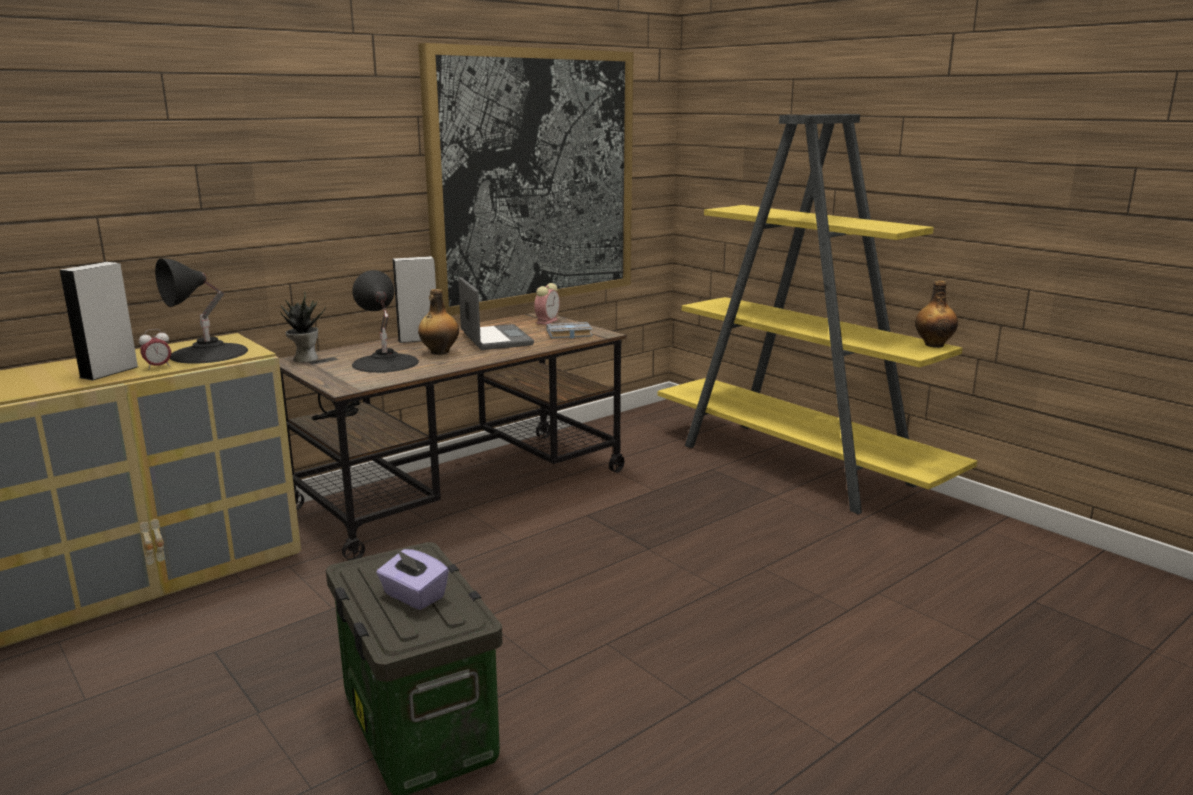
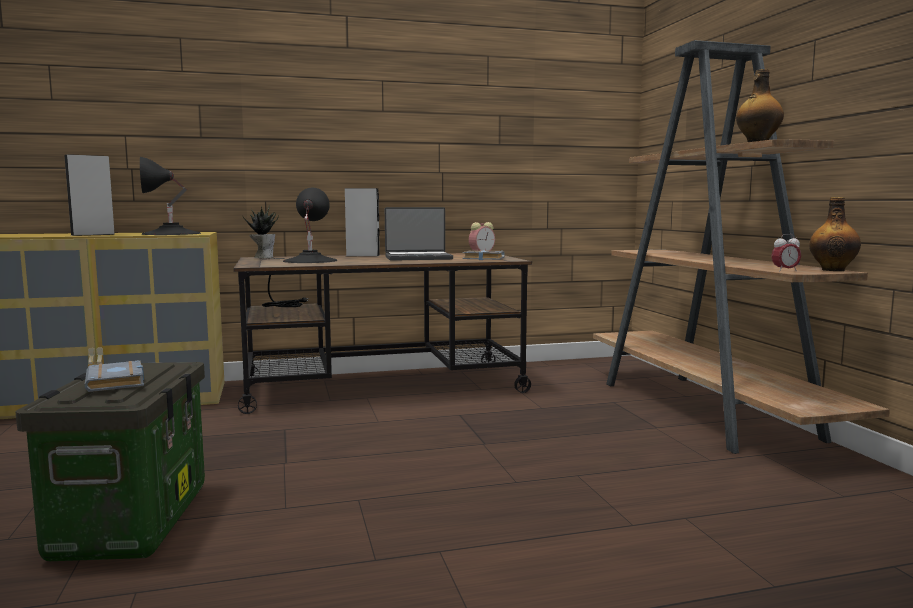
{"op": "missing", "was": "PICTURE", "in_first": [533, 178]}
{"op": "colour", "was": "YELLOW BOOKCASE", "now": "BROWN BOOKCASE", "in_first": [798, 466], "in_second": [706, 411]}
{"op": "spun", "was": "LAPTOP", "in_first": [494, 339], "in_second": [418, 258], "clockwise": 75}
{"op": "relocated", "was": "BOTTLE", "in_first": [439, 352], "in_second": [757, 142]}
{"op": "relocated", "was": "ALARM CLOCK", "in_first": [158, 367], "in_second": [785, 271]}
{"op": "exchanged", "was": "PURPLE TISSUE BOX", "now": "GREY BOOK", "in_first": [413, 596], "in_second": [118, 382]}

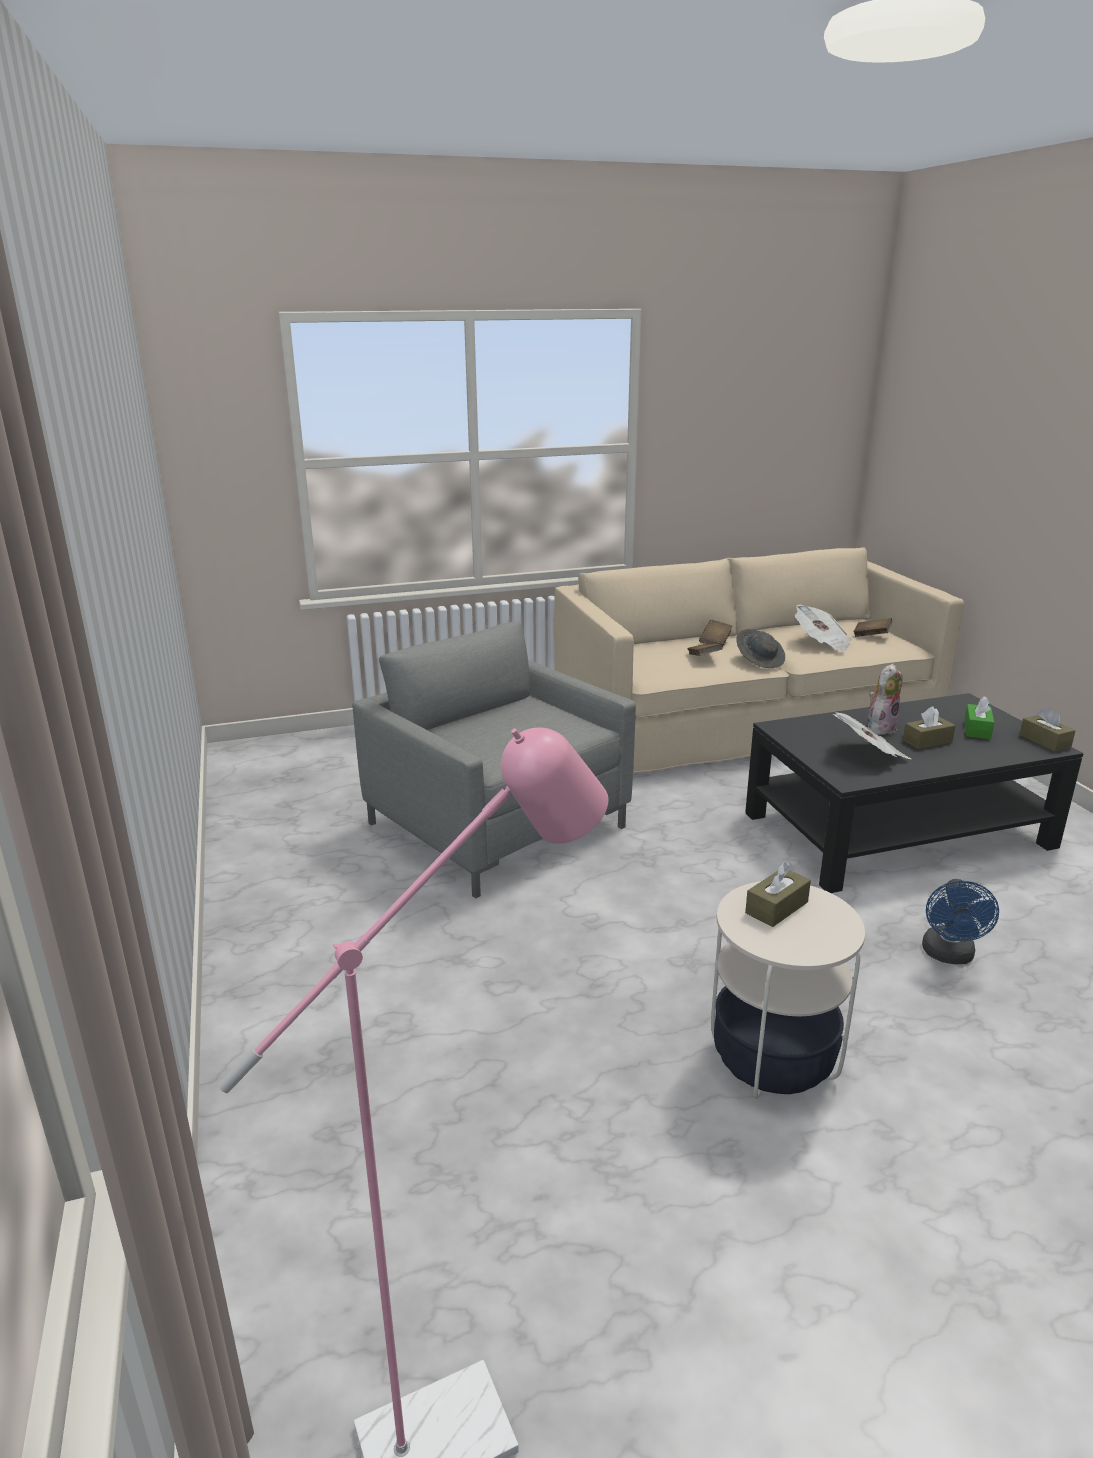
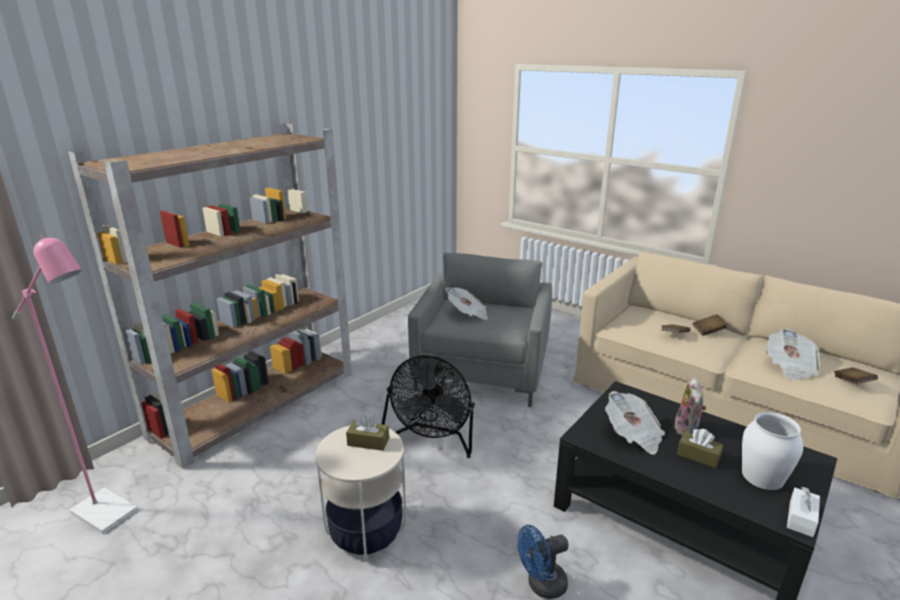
{"op": "missing", "was": "GREY HAT", "in_first": [760, 661]}
{"op": "spun", "was": "PLUSH TOY", "in_first": [880, 728], "in_second": [687, 430], "clockwise": 90}
{"op": "exchanged", "was": "GREEN TISSUE BOX", "now": "WHITE VASE", "in_first": [977, 729], "in_second": [762, 476]}
{"op": "colour", "was": "BROWN TISSUE BOX", "now": "WHITE TISSUE BOX", "in_first": [1044, 741], "in_second": [801, 518]}
{"op": "appeared", "now": "BROWN BOOKCASE", "in_second": [257, 403]}
{"op": "appeared", "now": "NEWSPAPER", "in_second": [468, 314]}
{"op": "appeared", "now": "BLACK FAN", "in_second": [430, 436]}

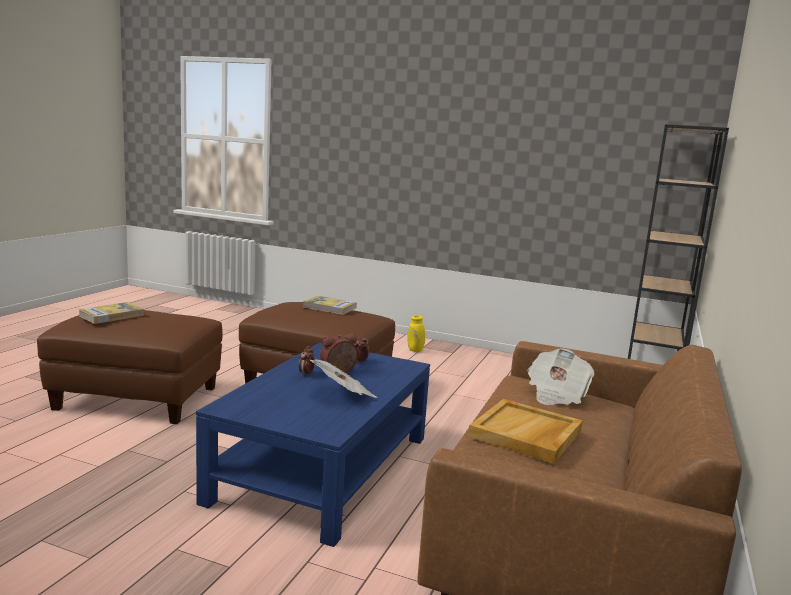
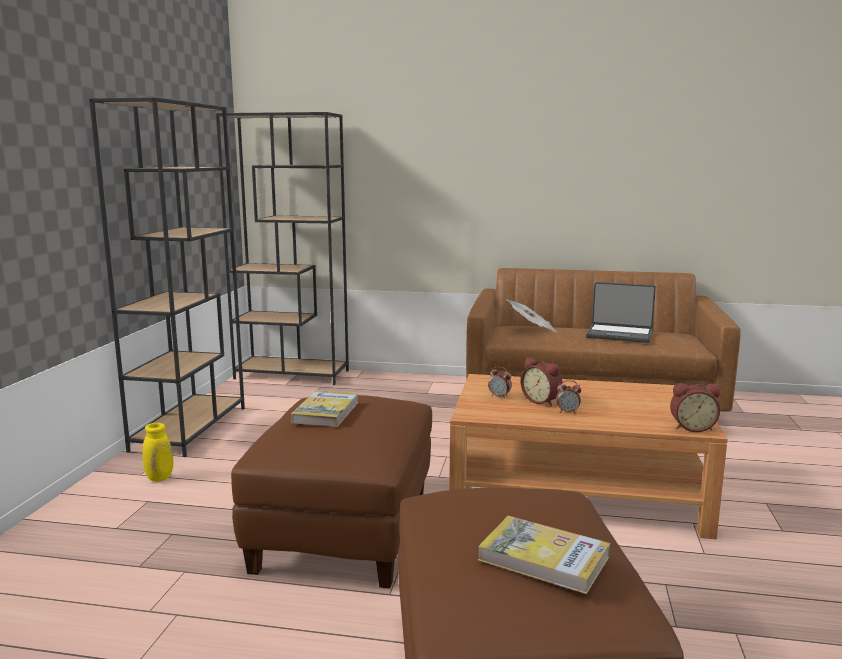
{"op": "colour", "was": "BLUE COFFEE TABLE", "now": "BROWN COFFEE TABLE", "in_first": [323, 469], "in_second": [578, 491]}
{"op": "missing", "was": "NEWSPAPER", "in_first": [343, 395]}
{"op": "exchanged", "was": "BEIGE TRAY", "now": "LAPTOP", "in_first": [526, 434], "in_second": [619, 334]}
{"op": "appeared", "now": "BOOKCASE", "in_second": [189, 428]}
{"op": "appeared", "now": "ALARM CLOCK", "in_second": [691, 427]}

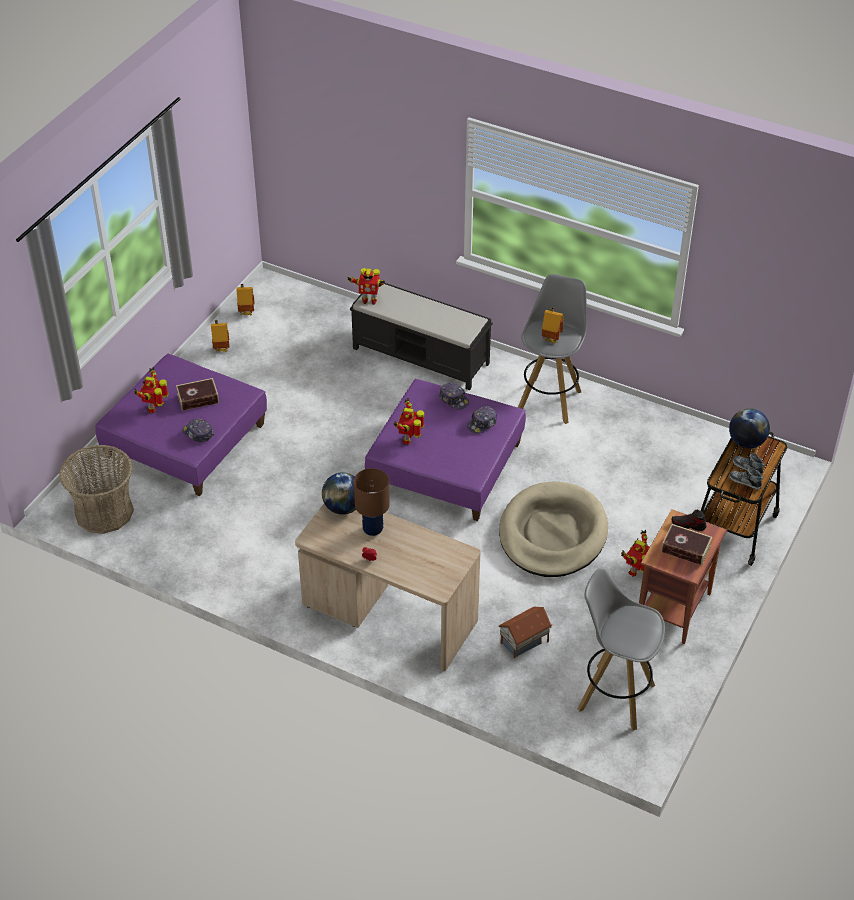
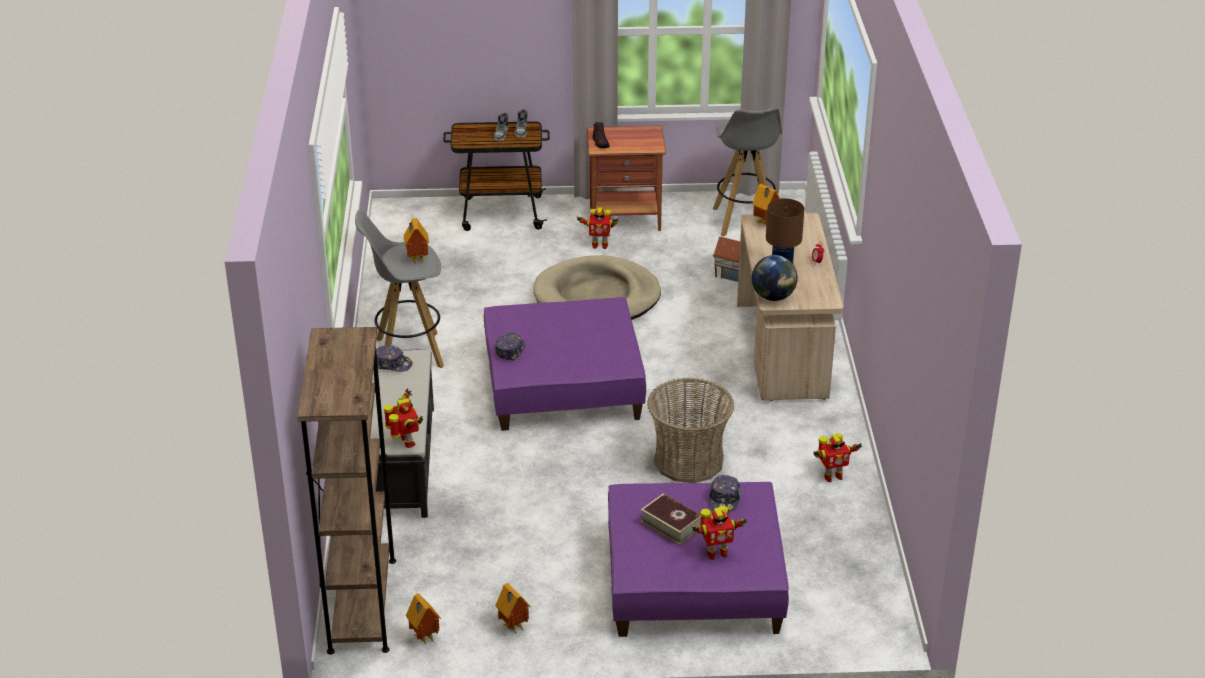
{"op": "relocated", "was": "TOY ROBOT", "in_first": [409, 439], "in_second": [832, 476]}
{"op": "relocated", "was": "CAP", "in_first": [482, 423], "in_second": [392, 364]}
{"op": "missing", "was": "GLOBE", "in_first": [746, 442]}
{"op": "relocated", "was": "BASKET", "in_first": [104, 512], "in_second": [688, 461]}
{"op": "missing", "was": "BOOK", "in_first": [685, 549]}
{"op": "appeared", "now": "TOY HOUSE", "in_second": [764, 223]}
{"op": "appeared", "now": "BROWN BOOKCASE", "in_second": [362, 605]}

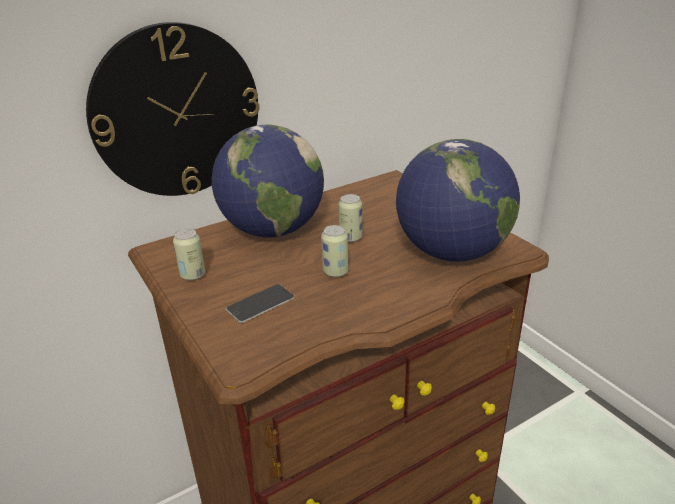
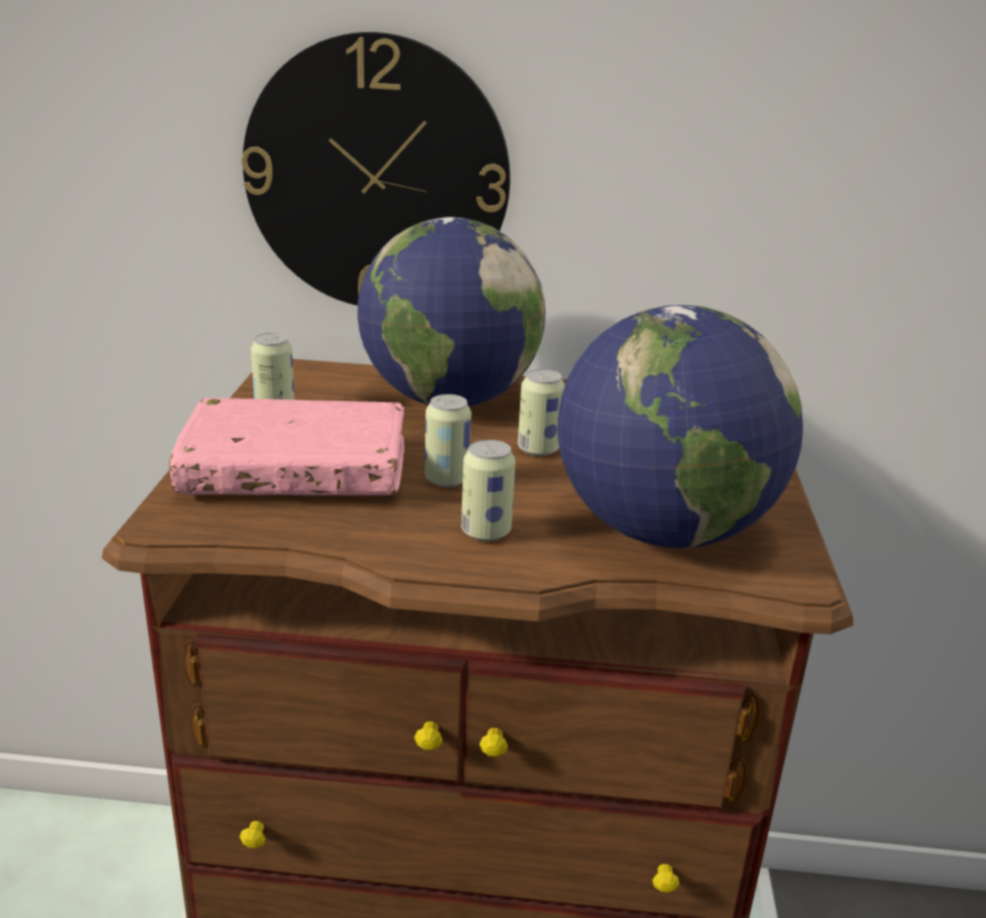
{"op": "exchanged", "was": "PHONE", "now": "PINK BOOK", "in_first": [260, 303], "in_second": [295, 471]}
{"op": "appeared", "now": "CAN", "in_second": [486, 532]}

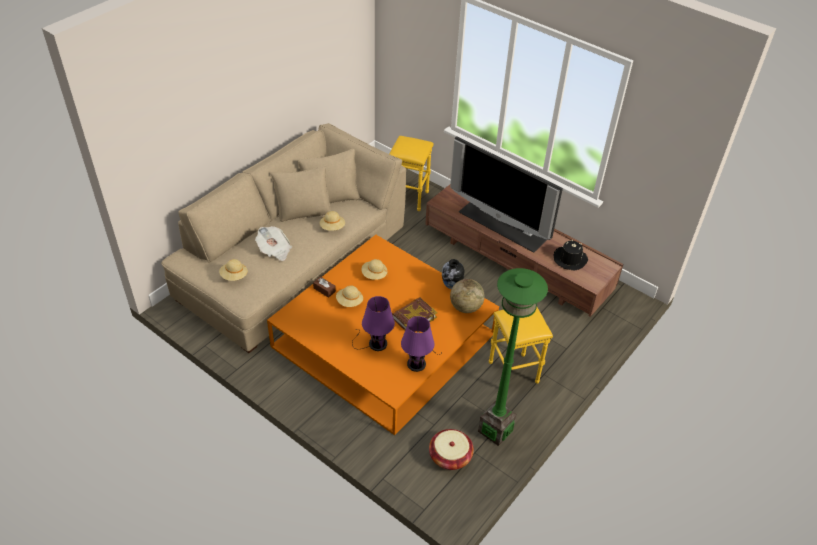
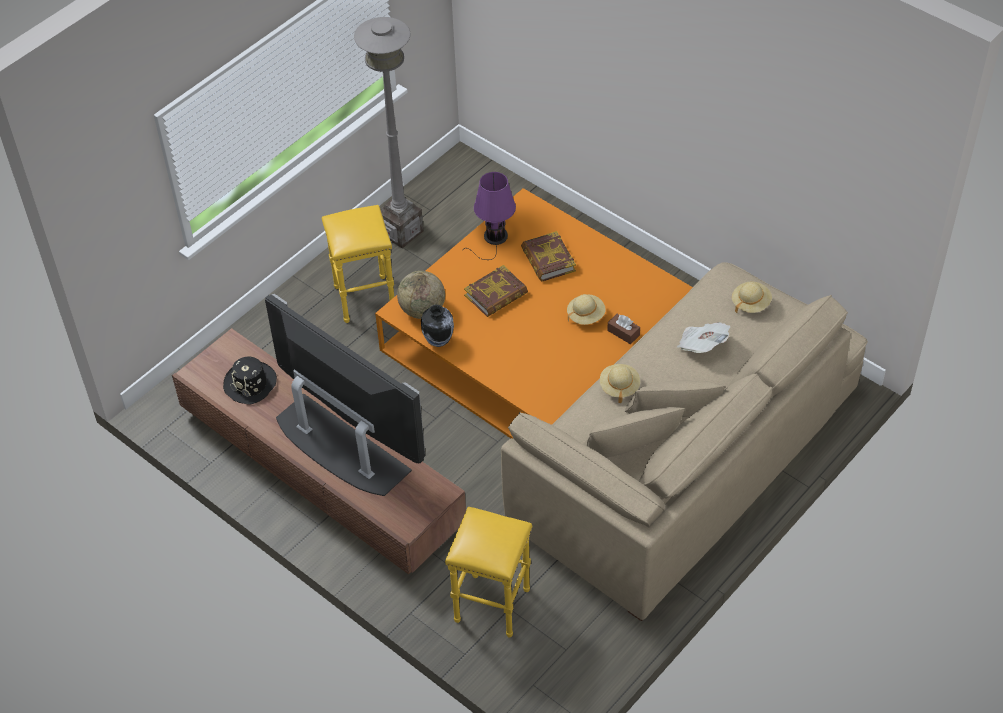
{"op": "missing", "was": "BEIGE HAT", "in_first": [374, 275]}
{"op": "colour", "was": "GREEN FLOOR LAMP", "now": "GREY FLOOR LAMP", "in_first": [495, 430], "in_second": [401, 232]}
{"op": "exchanged", "was": "PURPLE TABLE LAMP", "now": "BOOK", "in_first": [375, 343], "in_second": [548, 260]}
{"op": "missing", "was": "BASKET", "in_first": [450, 456]}

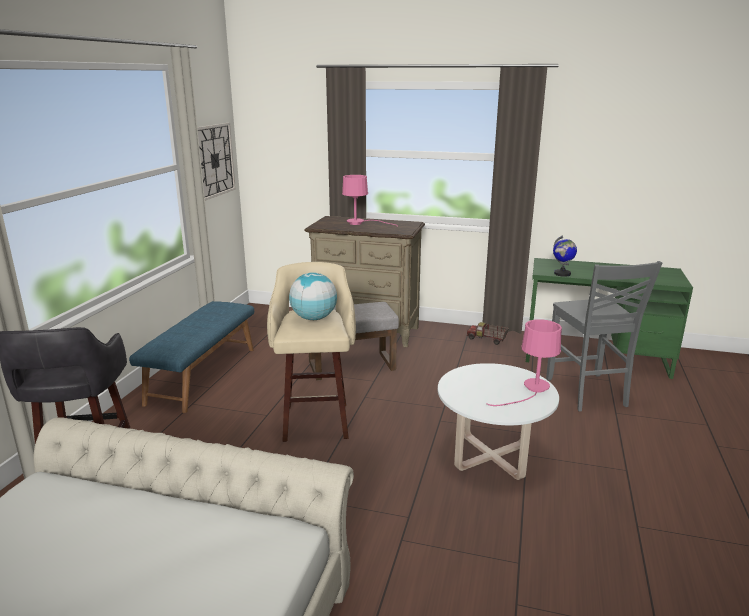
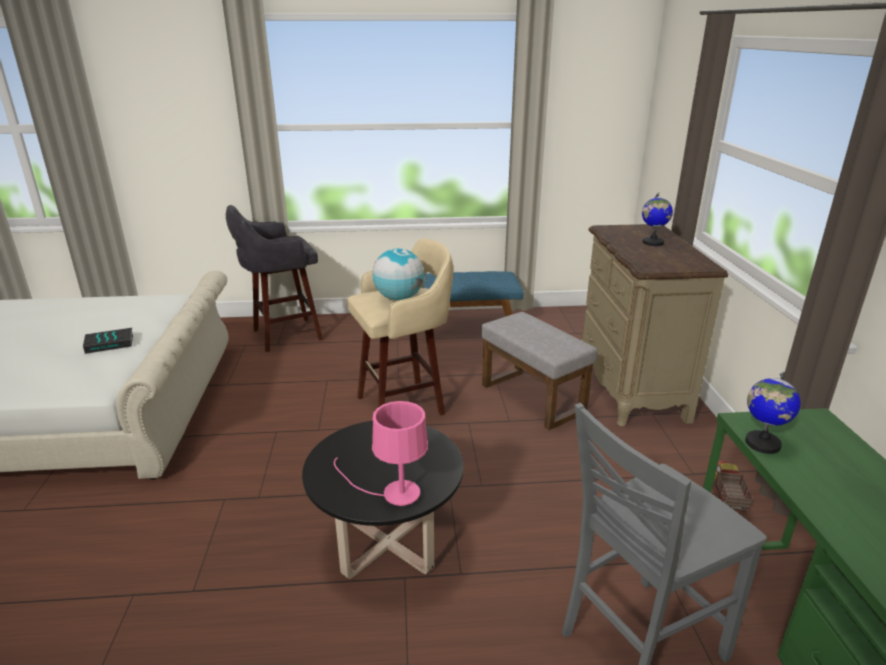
{"op": "missing", "was": "WALL CLOCK", "in_first": [213, 160]}
{"op": "exchanged", "was": "PINK TABLE LAMP", "now": "GLOBE", "in_first": [360, 223], "in_second": [652, 243]}
{"op": "colour", "was": "WHITE COFFEE TABLE", "now": "BLACK COFFEE TABLE", "in_first": [491, 456], "in_second": [387, 543]}
{"op": "appeared", "now": "BOOK", "in_second": [110, 343]}

